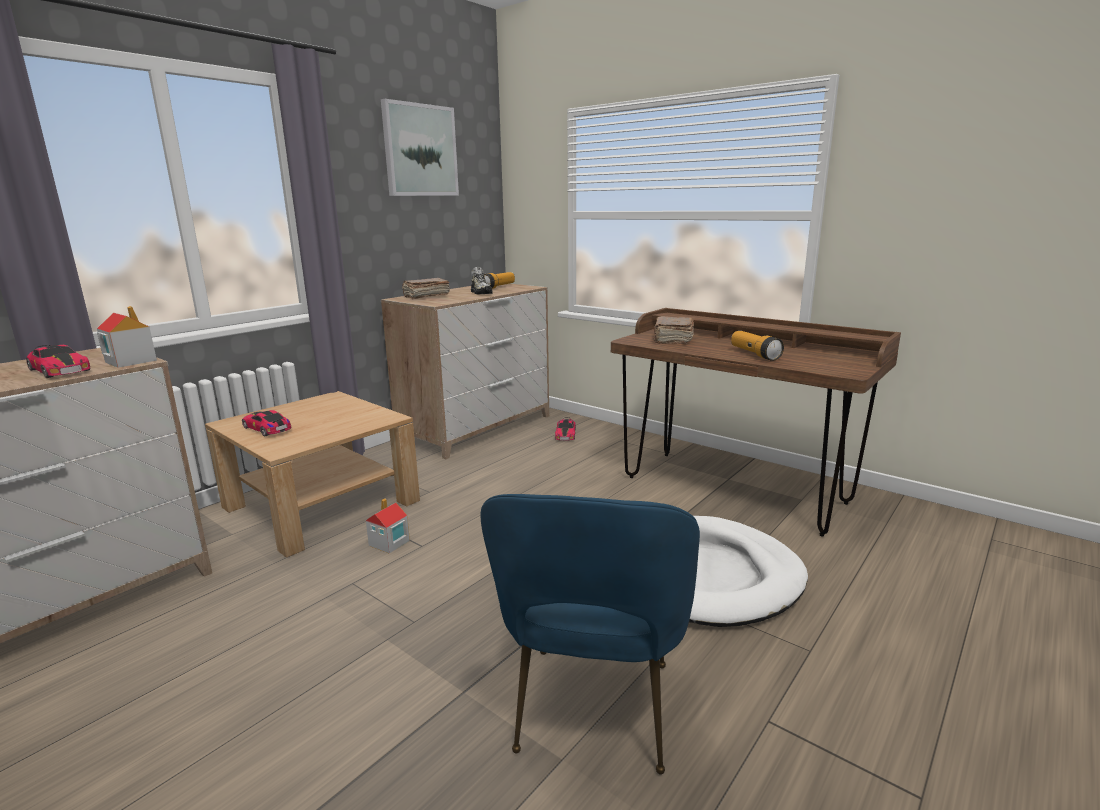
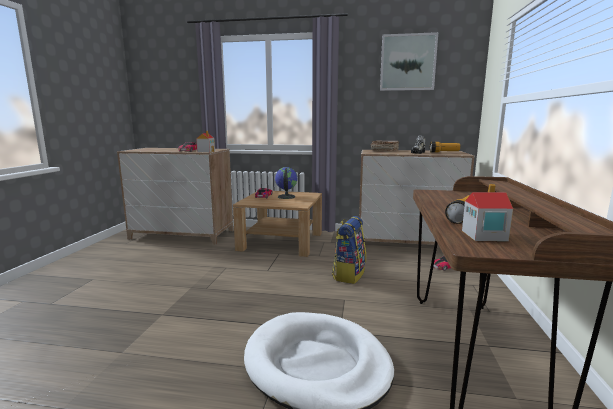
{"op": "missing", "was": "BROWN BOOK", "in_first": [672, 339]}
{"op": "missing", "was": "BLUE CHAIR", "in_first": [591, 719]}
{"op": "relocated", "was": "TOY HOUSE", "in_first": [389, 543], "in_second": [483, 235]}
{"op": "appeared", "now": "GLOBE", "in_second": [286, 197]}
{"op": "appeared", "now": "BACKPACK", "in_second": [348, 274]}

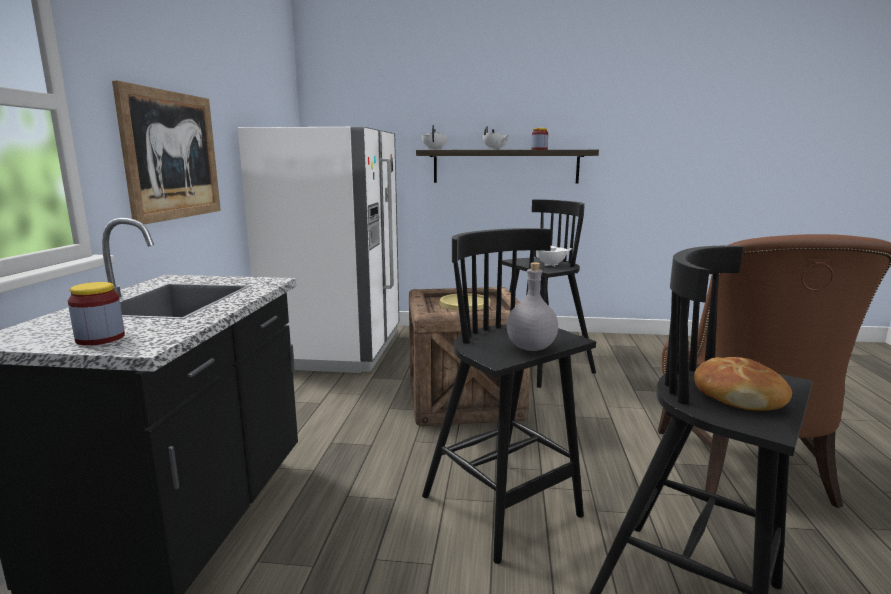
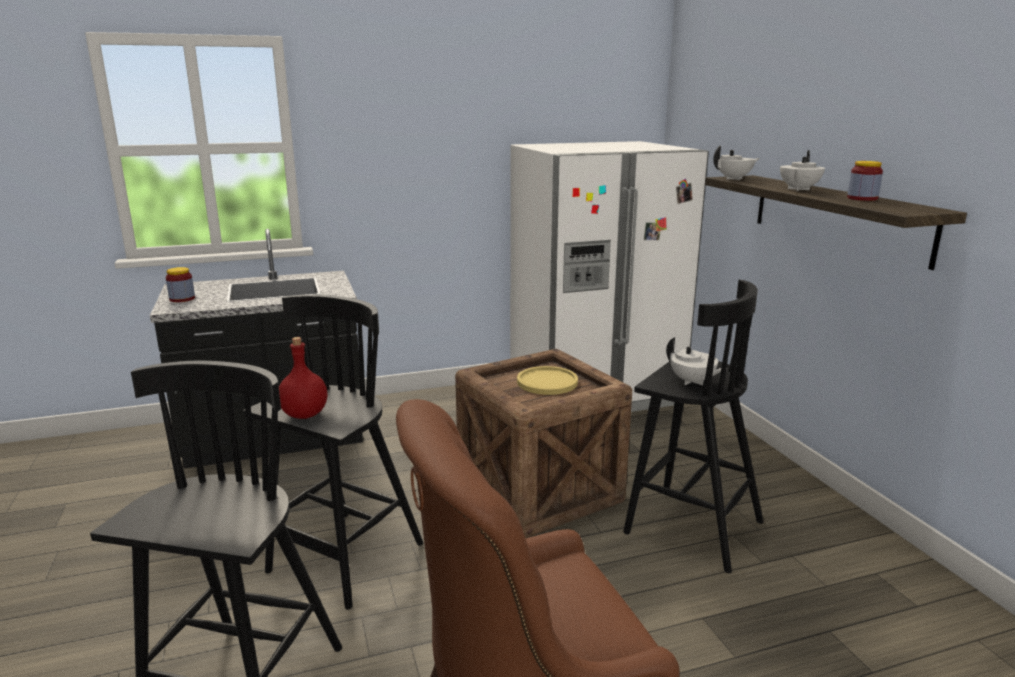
{"op": "missing", "was": "PICTURE", "in_first": [172, 155]}
{"op": "colour", "was": "GREY BOTTLE", "now": "RED BOTTLE", "in_first": [531, 348], "in_second": [304, 415]}
{"op": "missing", "was": "BREAD", "in_first": [737, 396]}

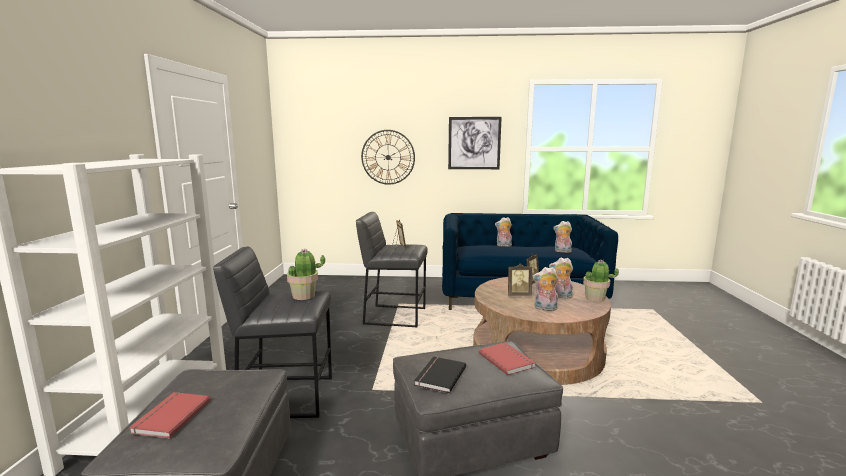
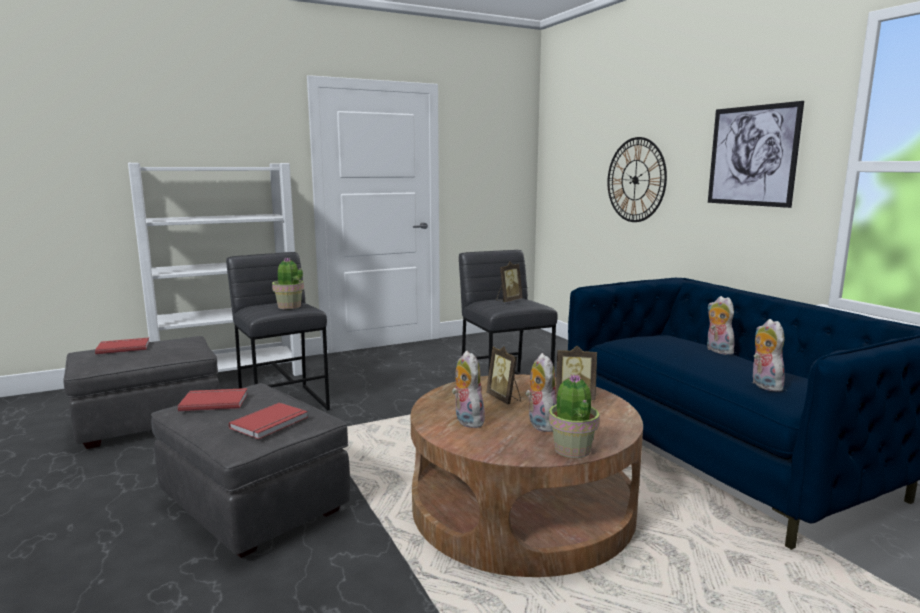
{"op": "colour", "was": "BLACK BOOK", "now": "RED BOOK", "in_first": [439, 376], "in_second": [214, 401]}

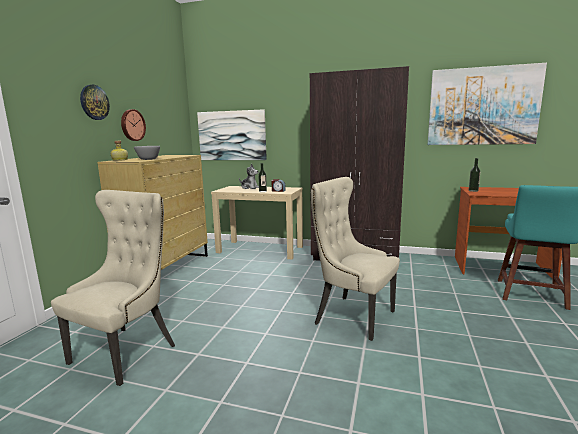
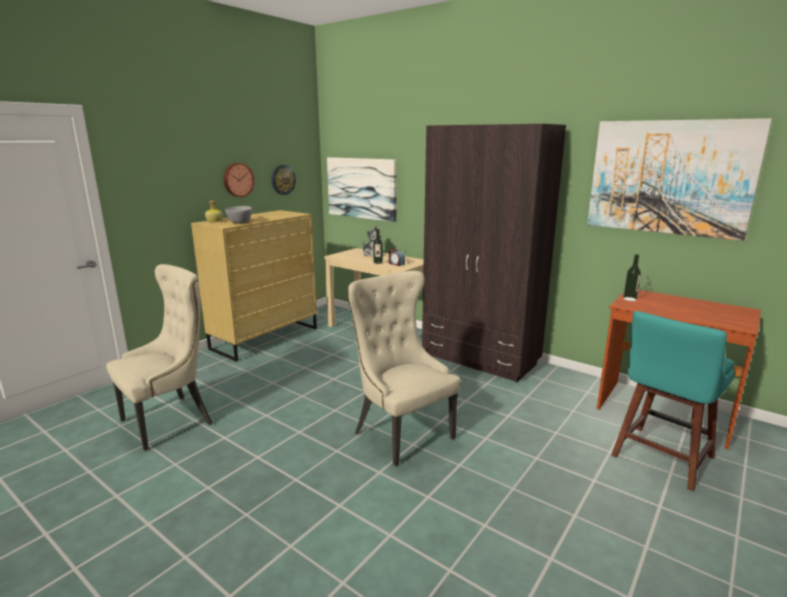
{"op": "relocated", "was": "WALL CLOCK", "in_first": [94, 102], "in_second": [283, 179]}

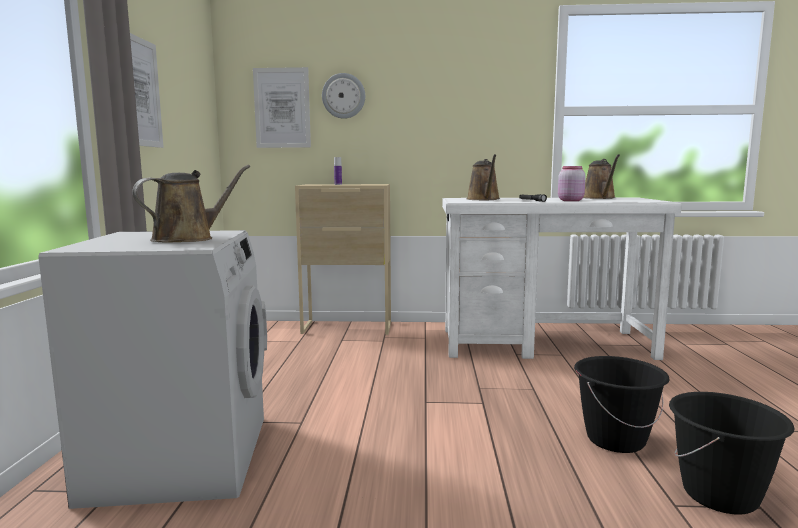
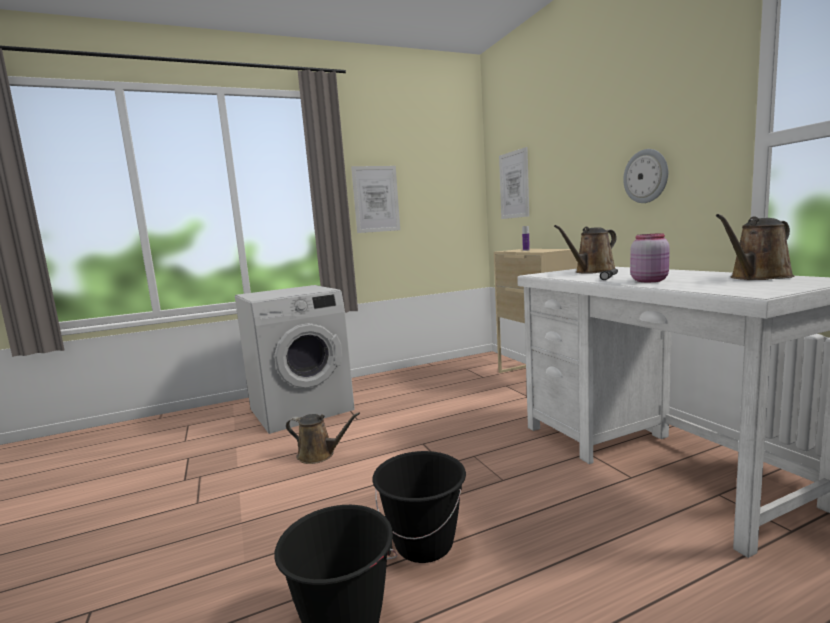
{"op": "relocated", "was": "WALL CLOCK", "in_first": [343, 96], "in_second": [646, 176]}
{"op": "relocated", "was": "BROWN WATERING CAN", "in_first": [188, 238], "in_second": [319, 455]}

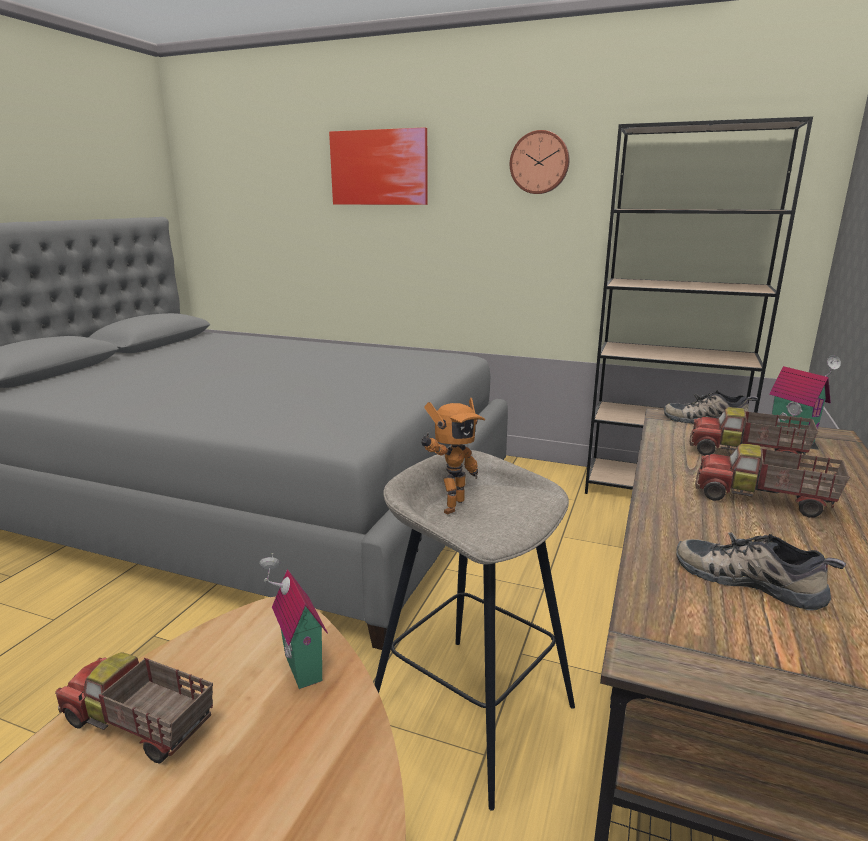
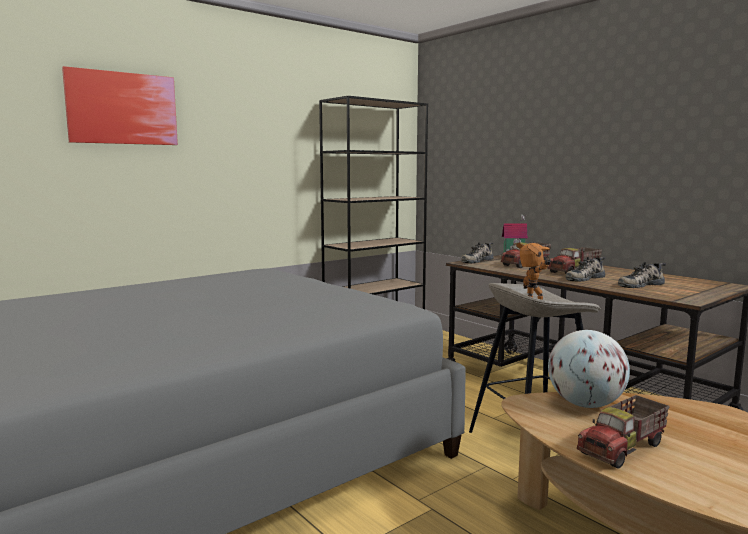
{"op": "missing", "was": "WALL CLOCK", "in_first": [539, 162]}
{"op": "exchanged", "was": "TOY HOUSE", "now": "GLOBE", "in_first": [299, 668], "in_second": [585, 404]}
{"op": "appeared", "now": "SHOE", "in_second": [584, 278]}

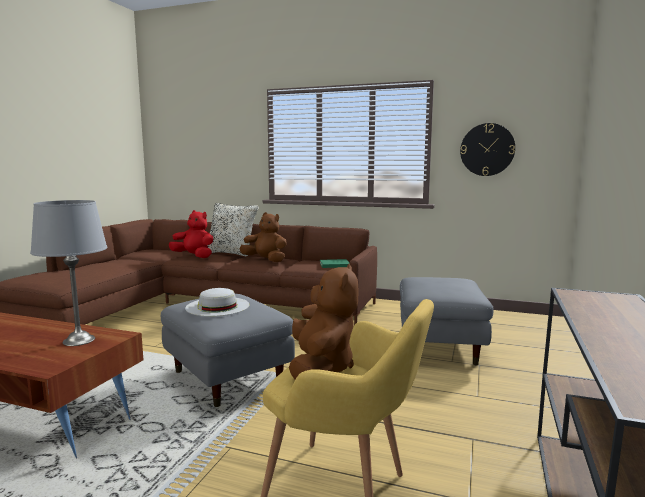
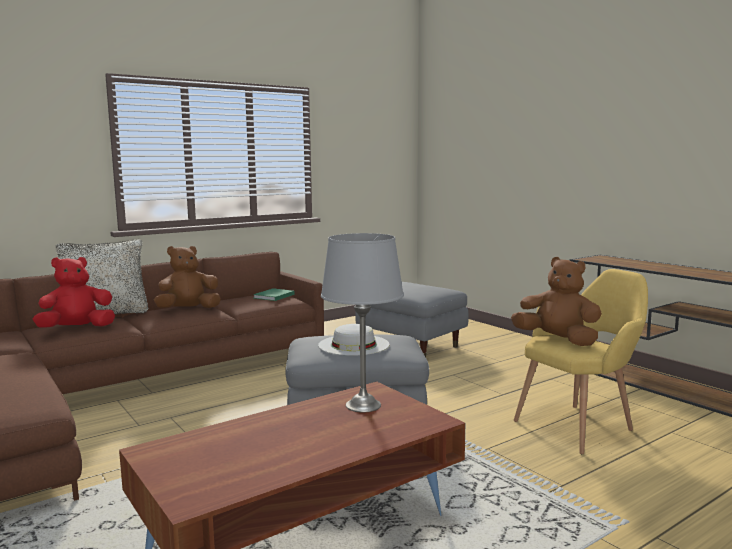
{"op": "missing", "was": "WALL CLOCK", "in_first": [487, 149]}

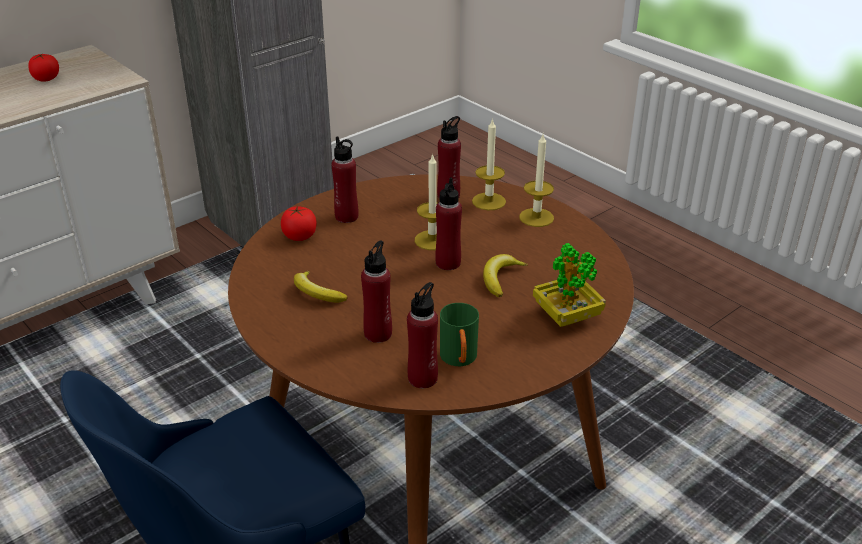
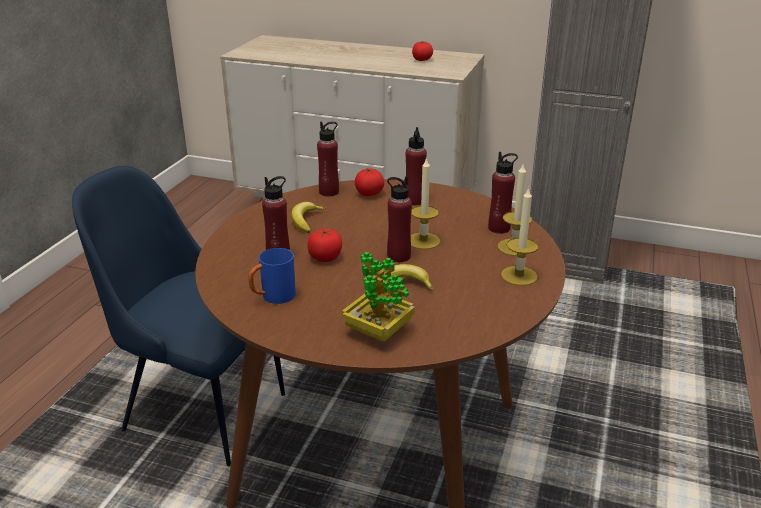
{"op": "relocated", "was": "RED BOTTLE", "in_first": [423, 378], "in_second": [329, 192]}
{"op": "colour", "was": "GREEN MUG", "now": "BLUE MUG", "in_first": [459, 360], "in_second": [273, 298]}
{"op": "appeared", "now": "TOMATO", "in_second": [325, 258]}

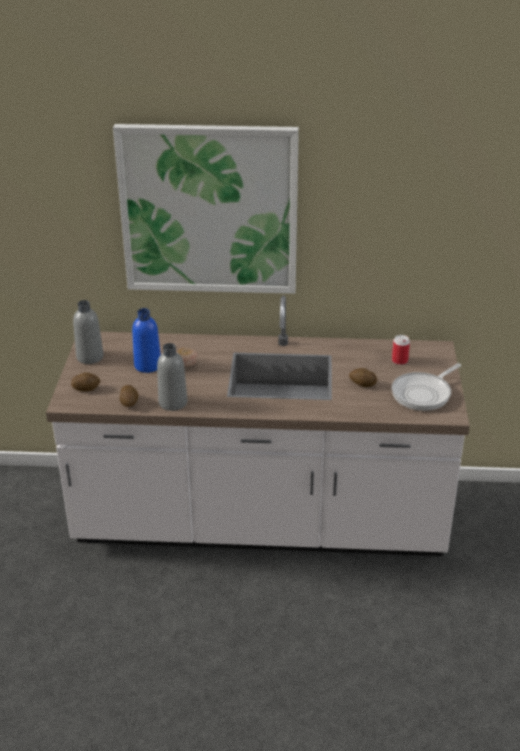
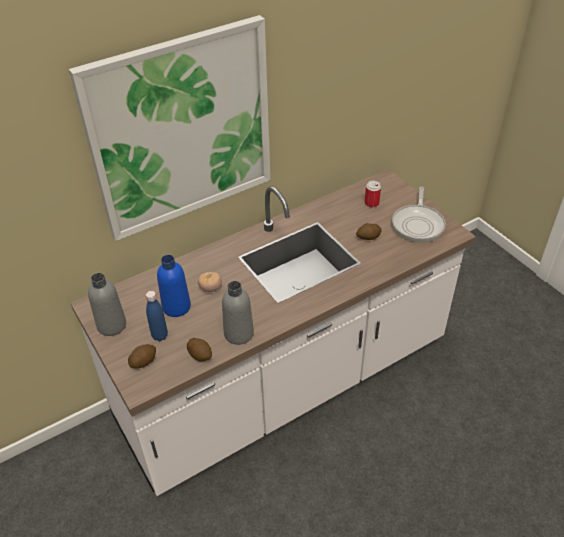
{"op": "appeared", "now": "BLUE BOTTLE", "in_second": [160, 336]}

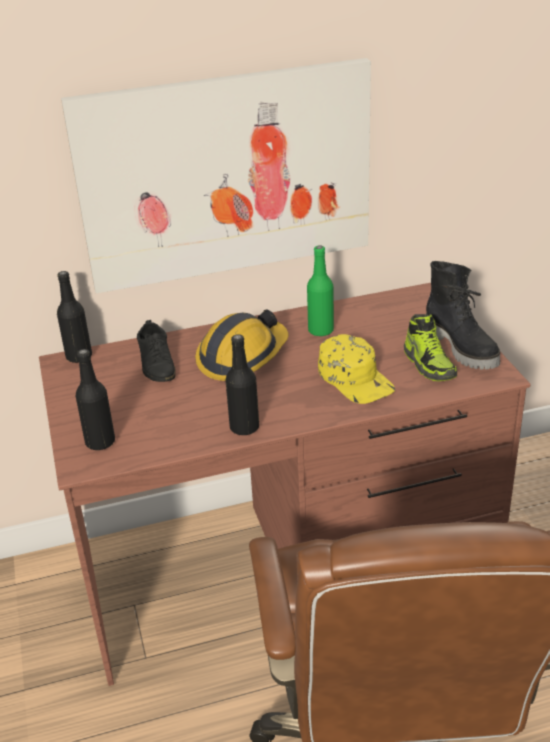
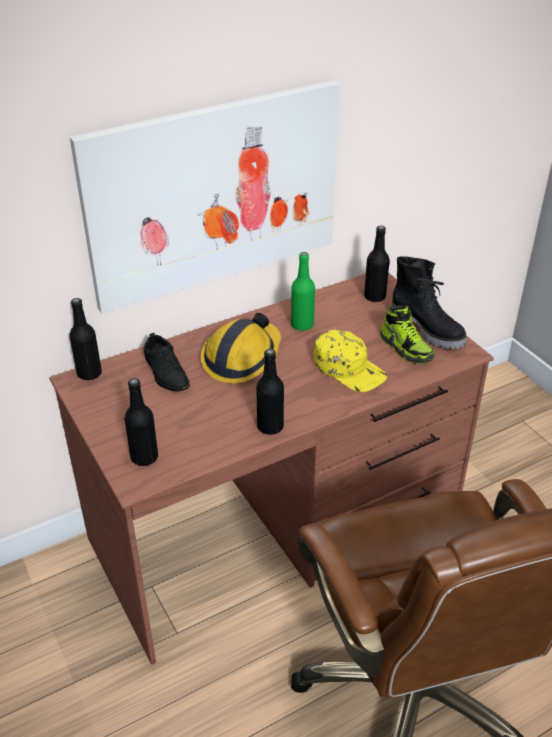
{"op": "appeared", "now": "BLACK BOTTLE", "in_second": [374, 297]}

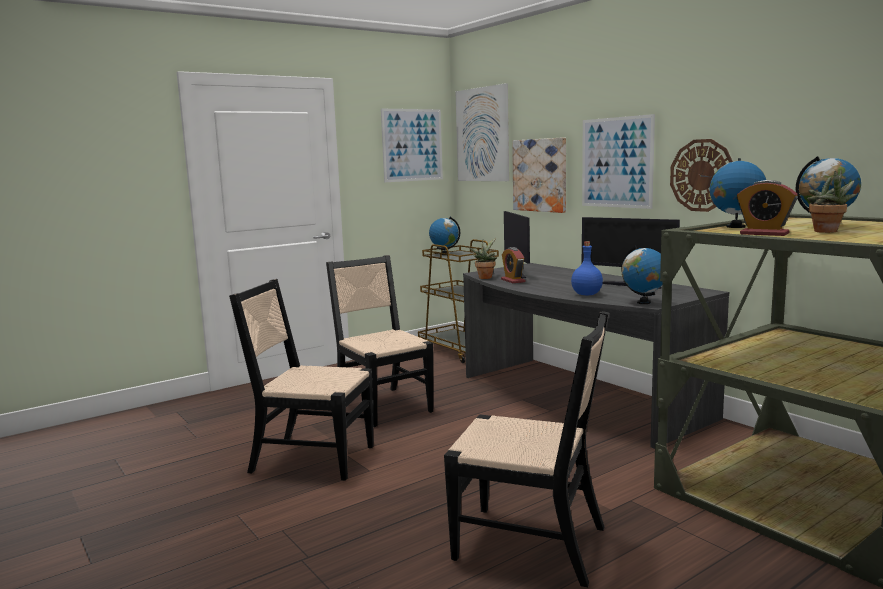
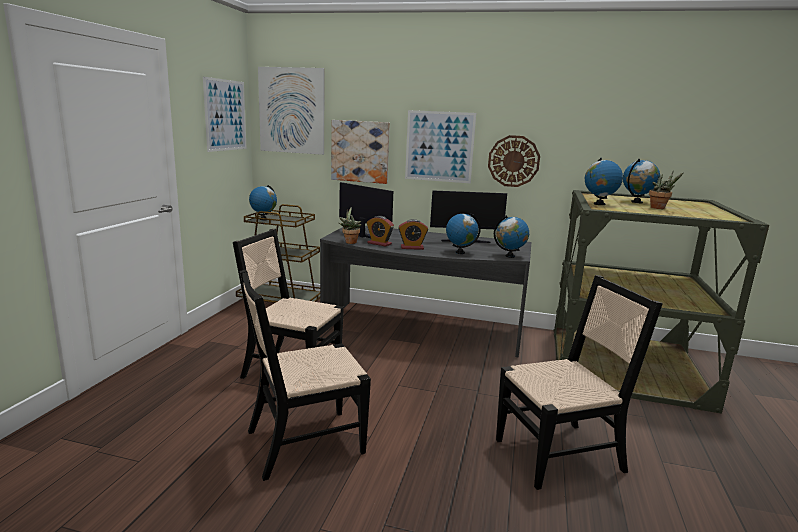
{"op": "relocated", "was": "ALARM CLOCK", "in_first": [764, 234], "in_second": [412, 247]}
{"op": "exchanged", "was": "BLUE BOTTLE", "now": "GLOBE", "in_first": [586, 294], "in_second": [460, 252]}

